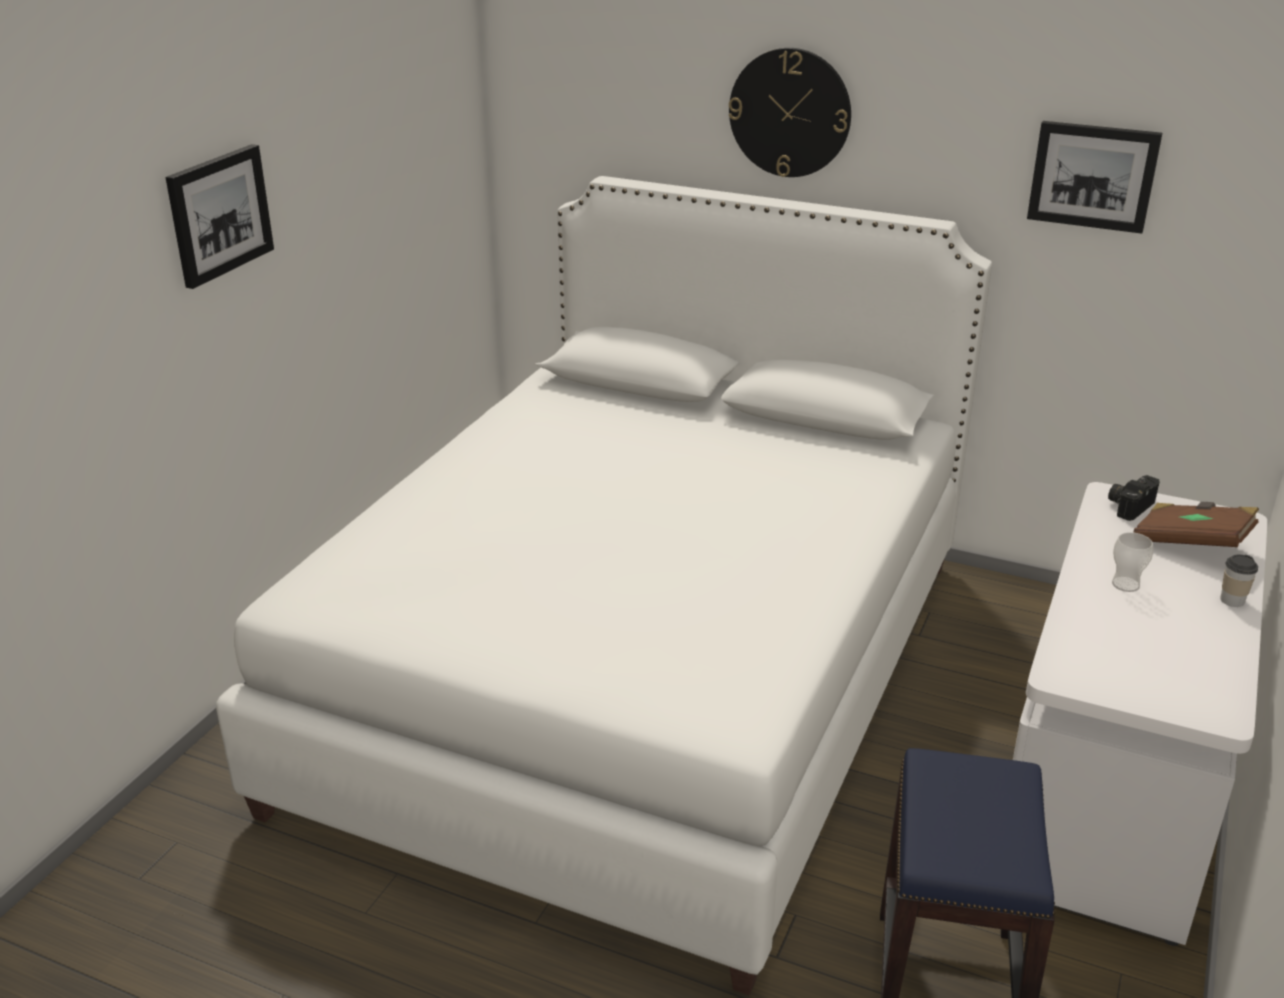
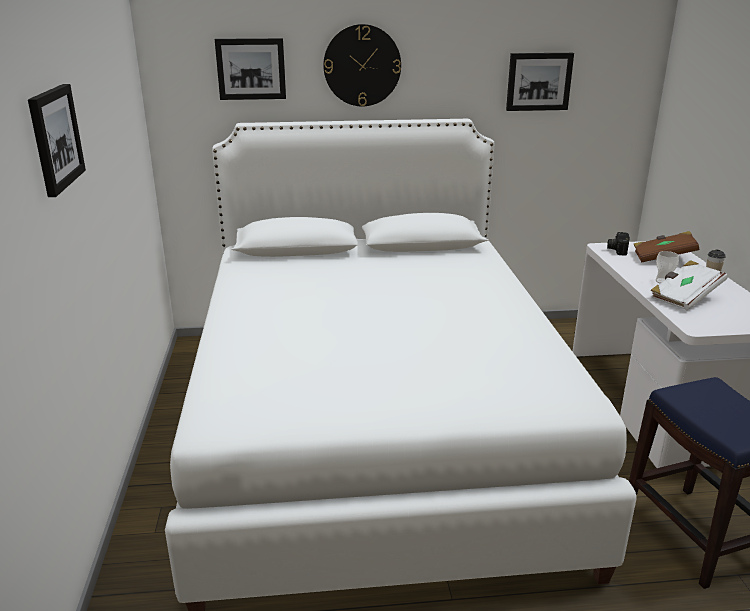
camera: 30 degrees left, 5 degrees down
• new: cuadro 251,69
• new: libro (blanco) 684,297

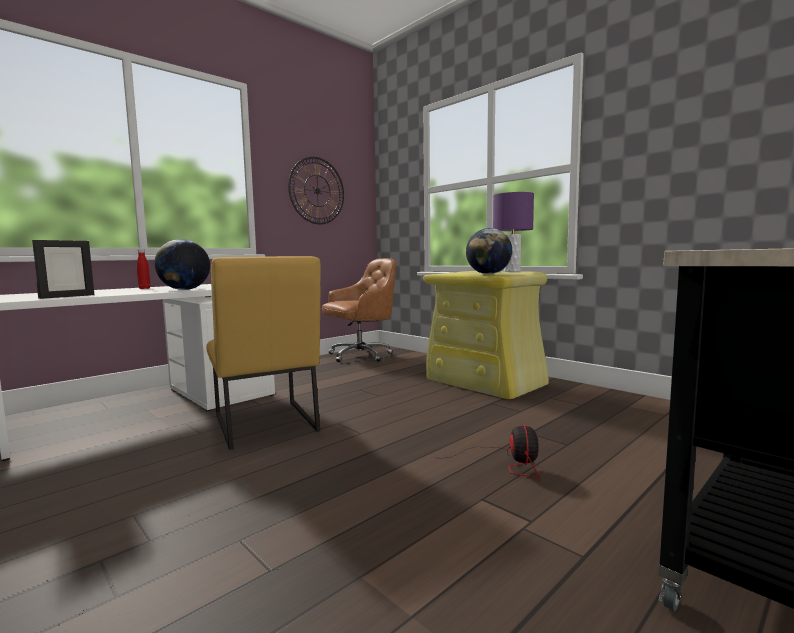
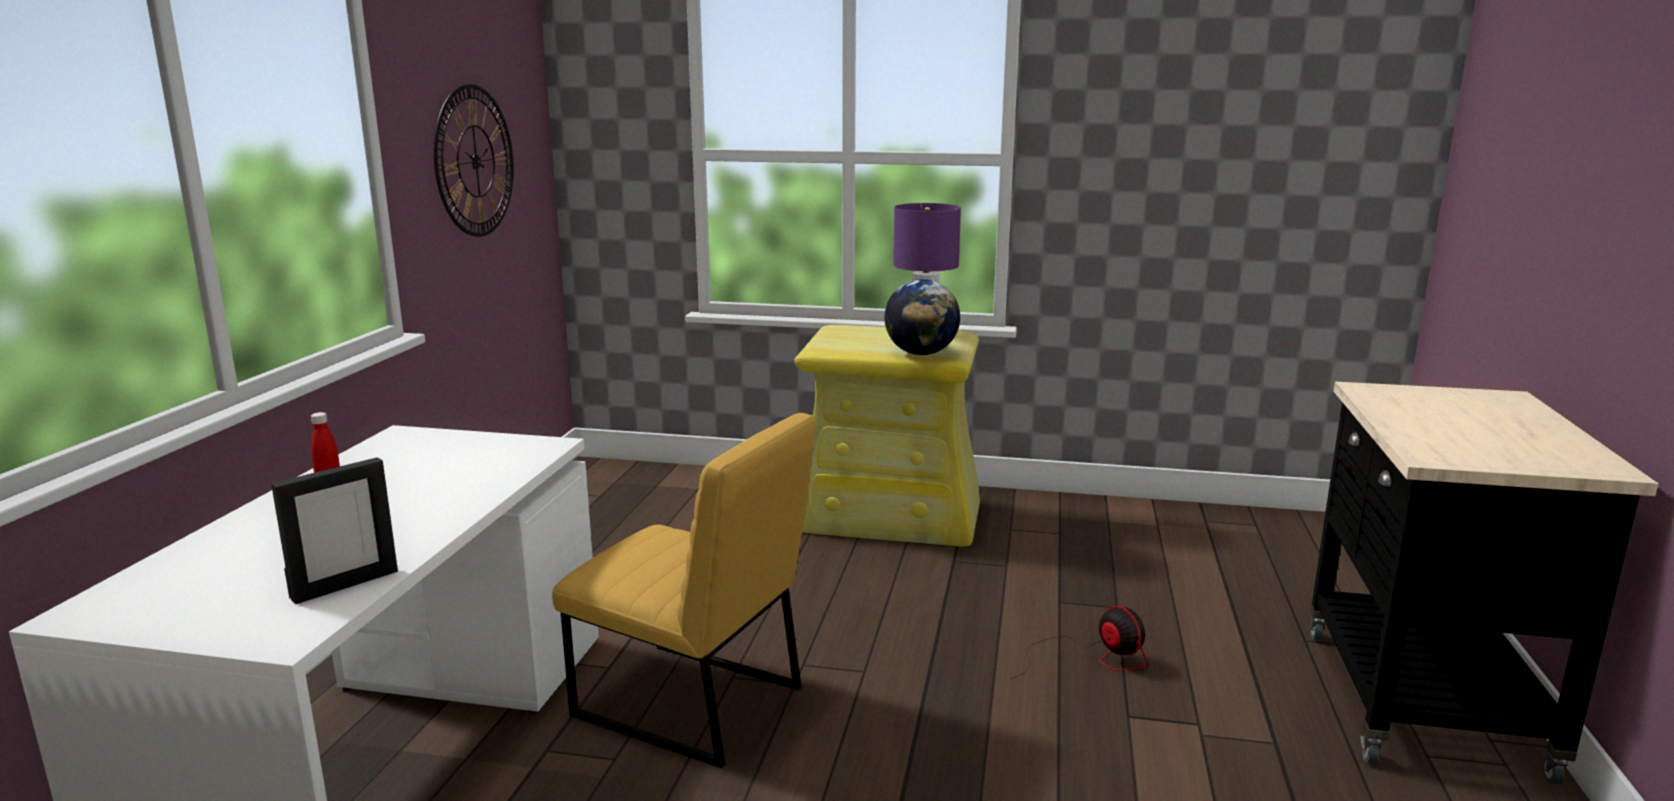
camera: 35 degrees left, 10 degrees up
• rotated: portarretratos 67,296 = 345,584 45 degrees clockwise
• gone: globo terráqueo 184,289
• gone: silla de oficina (marrón) 360,355

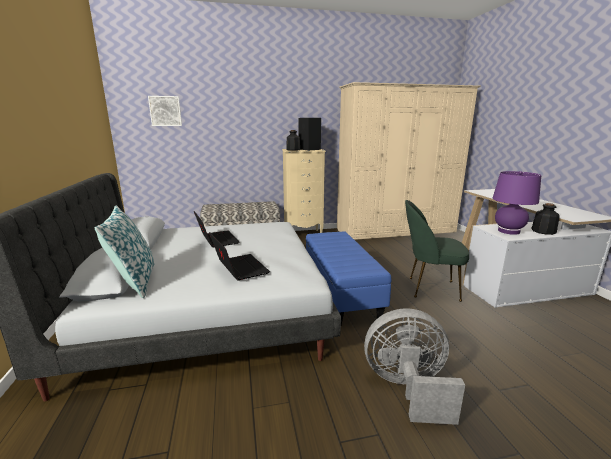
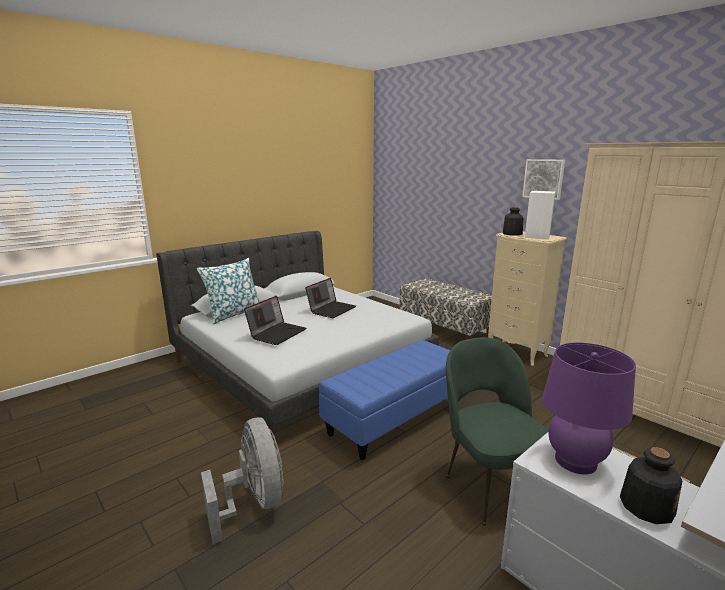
camera: 60 degrees right, 0 degrees up
• shifted: cuadro 165,111 to 544,179
• repainted: altavoz (negro) 309,149 to altavoz (blanco) 537,236

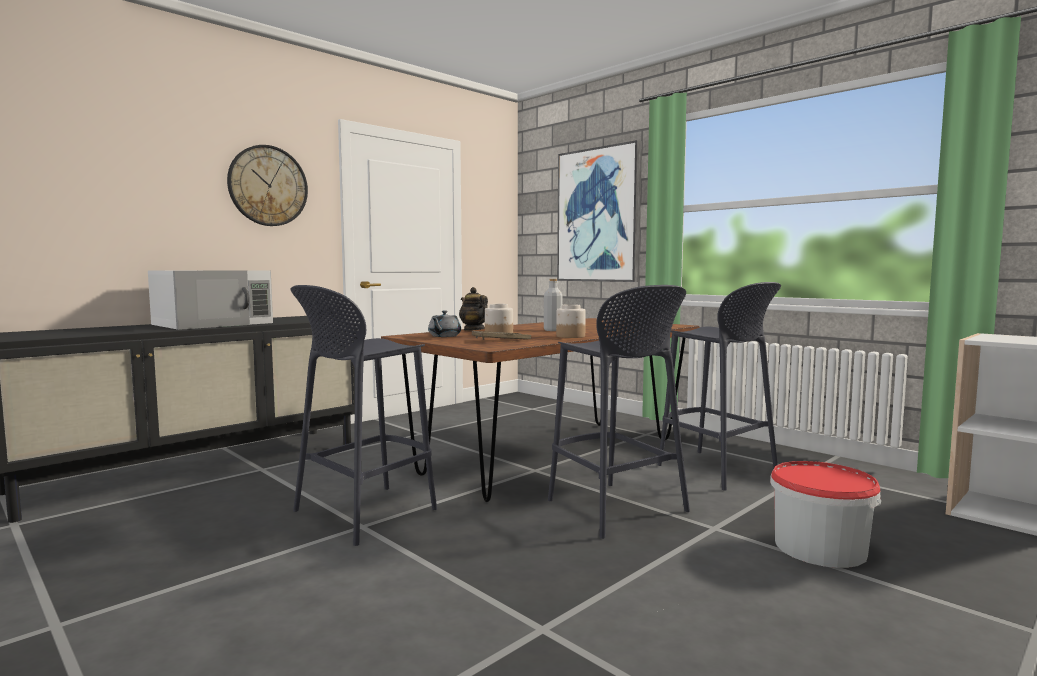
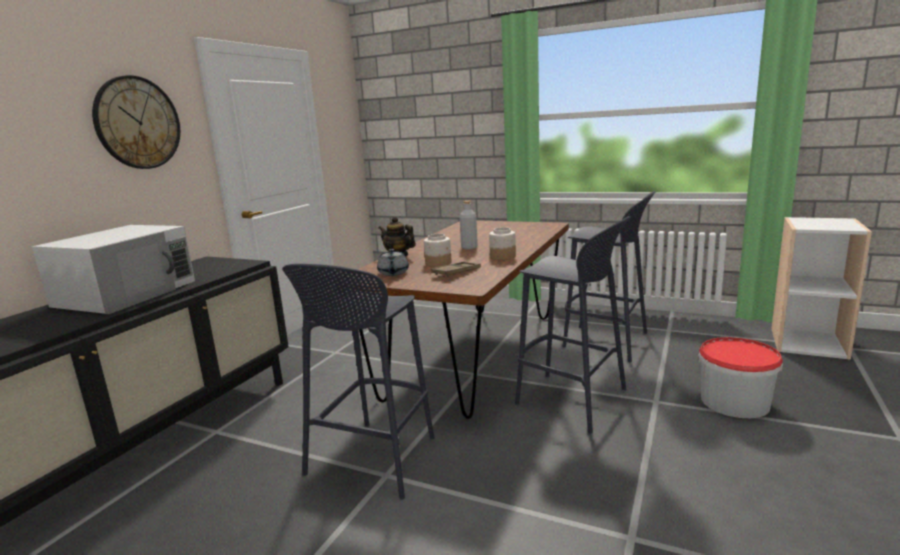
camera: 20 degrees left, 10 degrees up
• gone: cuadro 599,215

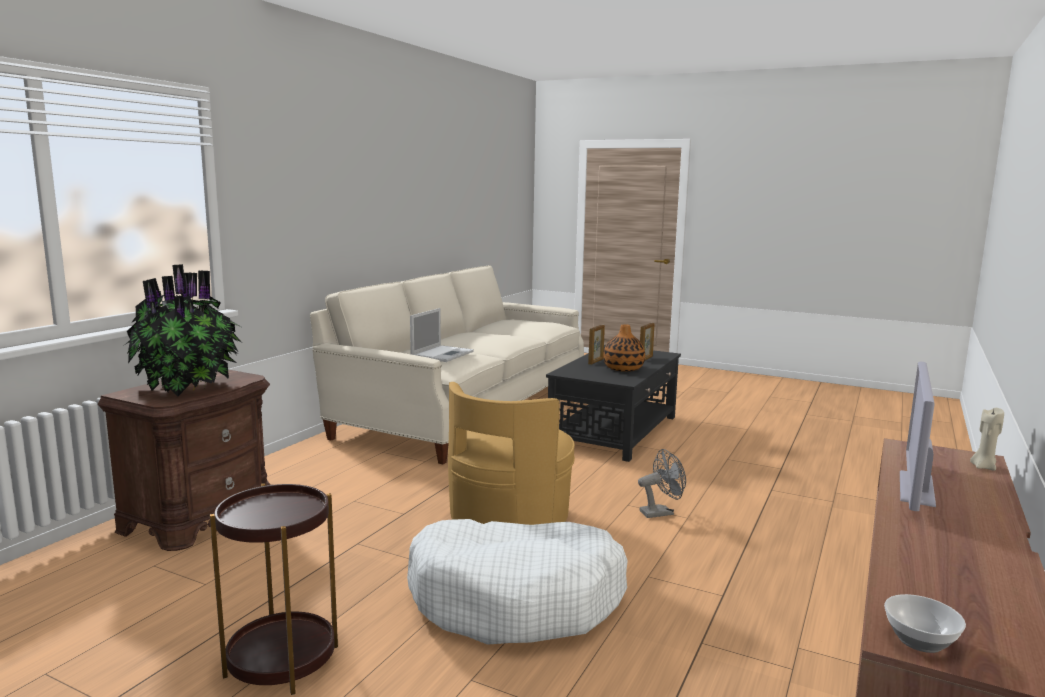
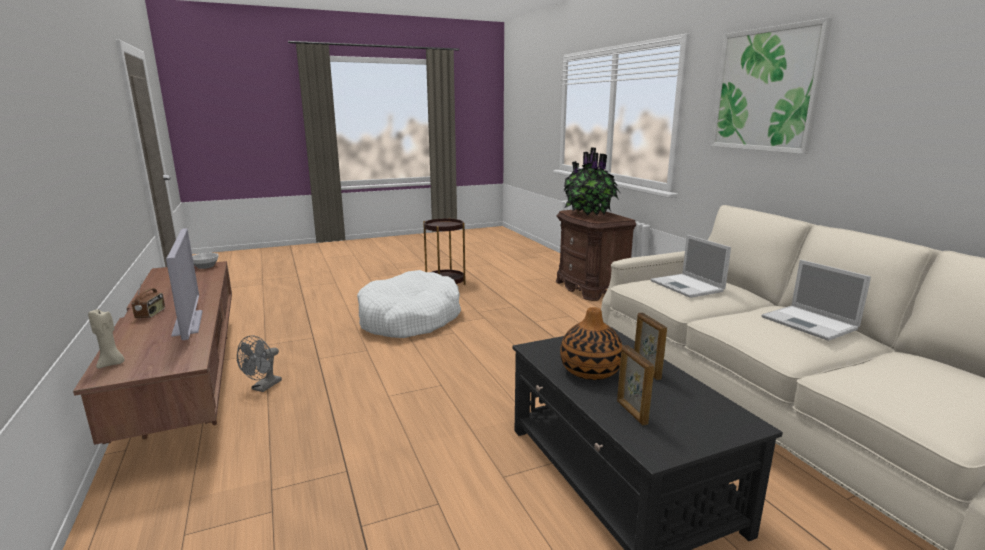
camera: 130 degrees right, 5 degrees up
• gone: sillón (beis) 509,518
• shifted: ventilador (gris) 661,512 to 263,387
• new: radio 151,314
• new: cuadro 765,90
• new: portátil 810,323

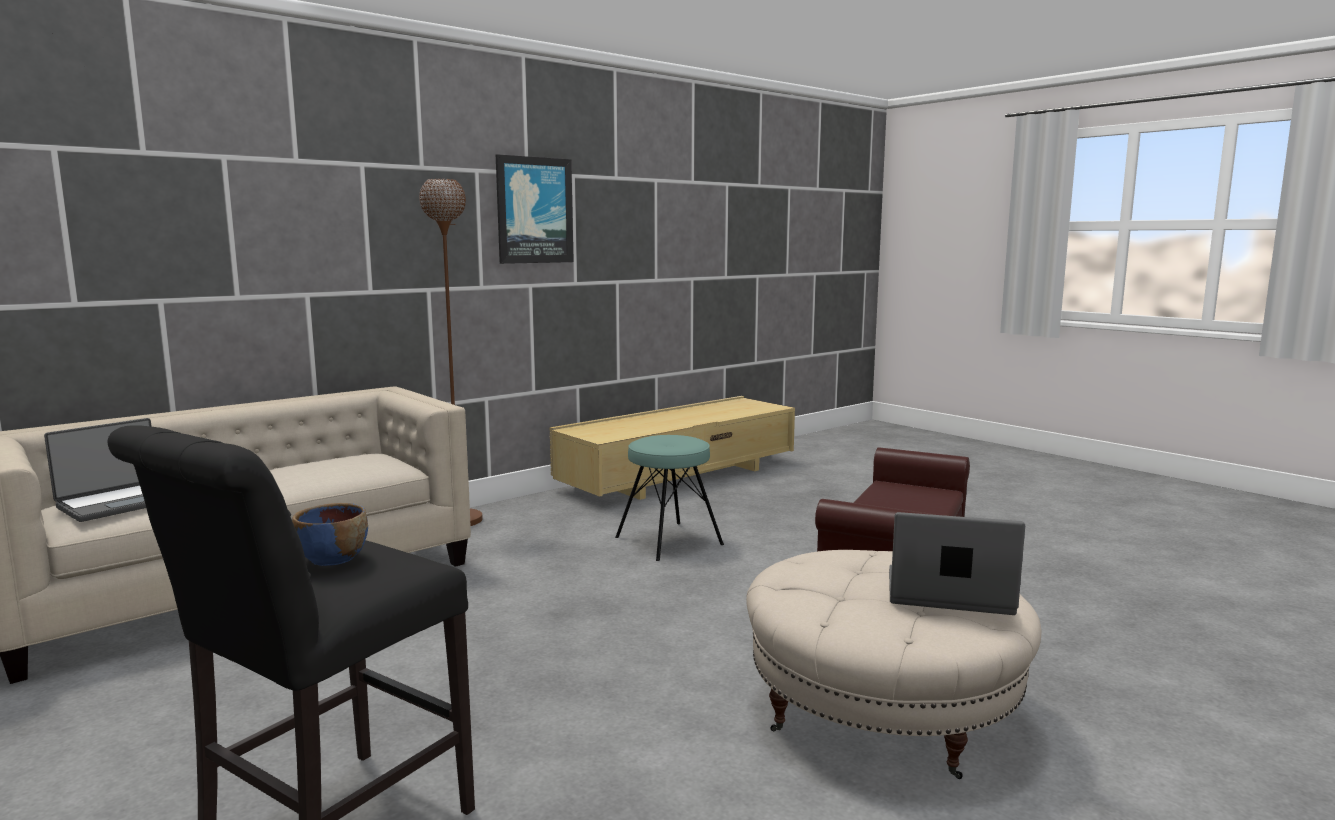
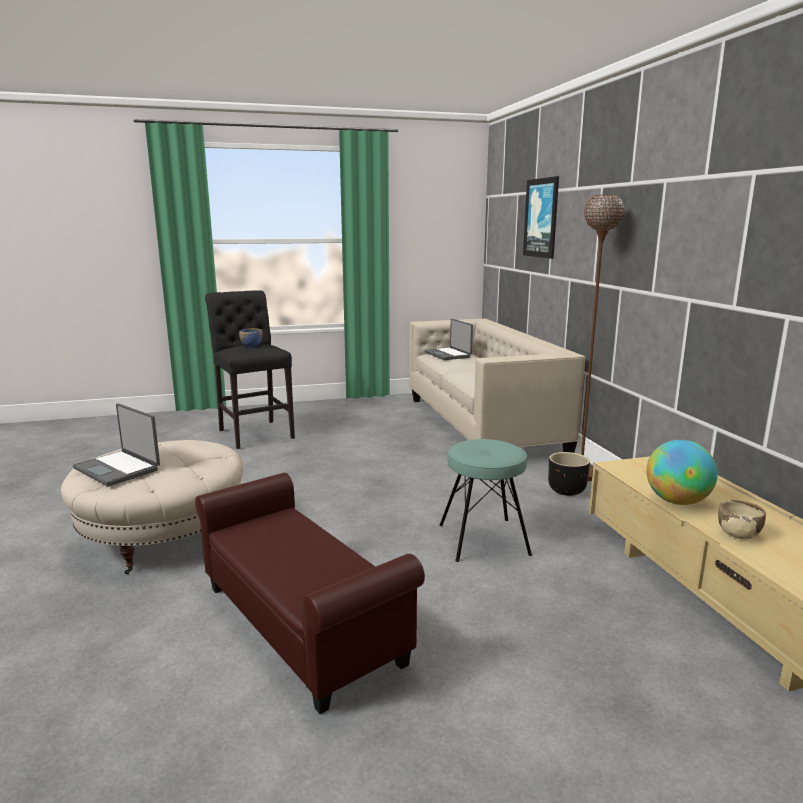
camera: 115 degrees right, 5 degrees up
• shifted: cuadro 534,210 to 541,218
• rotated: portátil 949,594 = 118,469 90 degrees clockwise
• new: maceta (negro) 567,491
• new: globo terráqueo 677,501
• new: cuenco (beis) 738,533

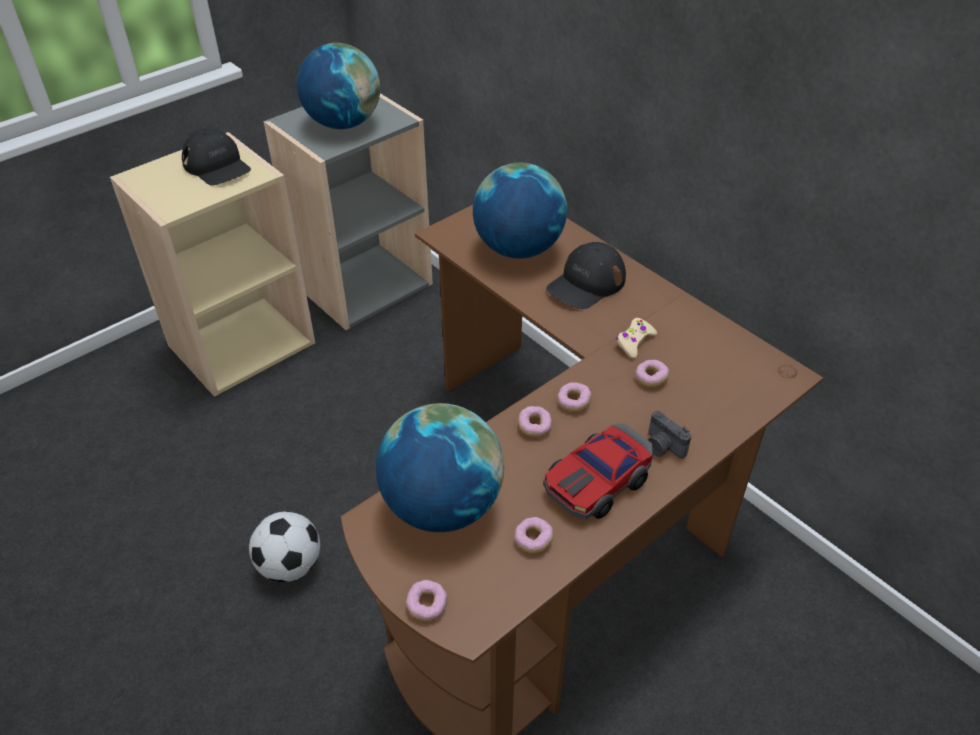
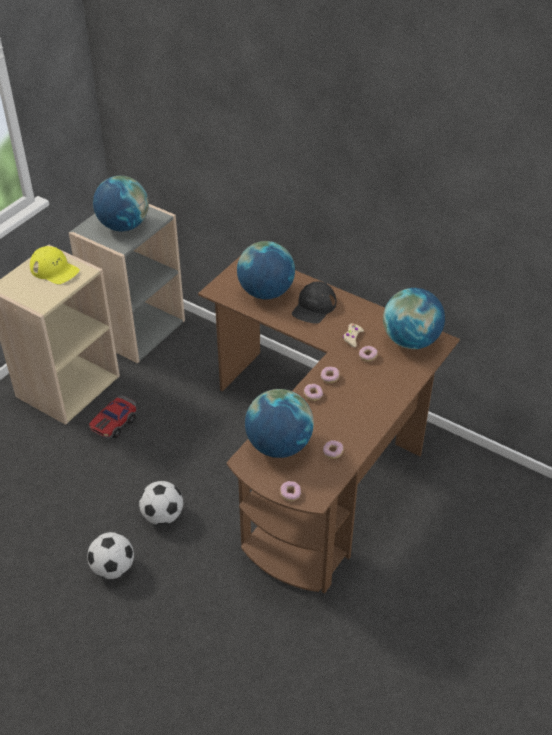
camera: 15 degrees left, 0 degrees up
• repainted: gorra (negro) 217,166 to gorra (amarillo) 54,270
• shifted: coche de juguete 598,482 to 114,423
• gone: cámara 662,447
• new: balón de fútbol 113,568
• new: globo terráqueo 410,341

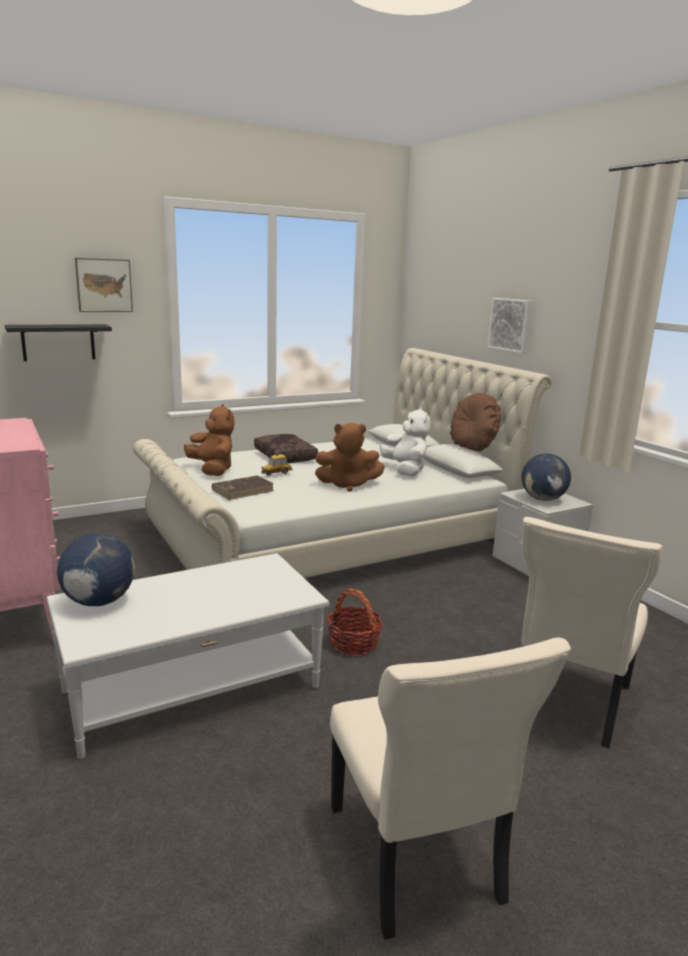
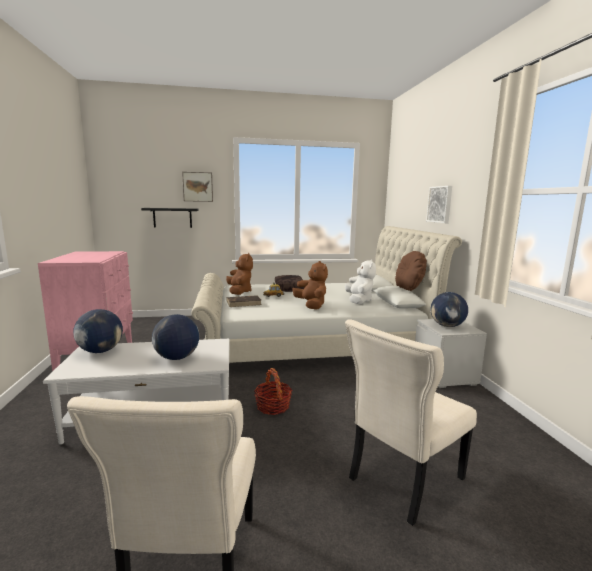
camera: 20 degrees right, 5 degrees down
• rotated: peluche (marrón) 348,485 = 311,305 135 degrees counterclockwise
• new: globo terráqueo 177,358

